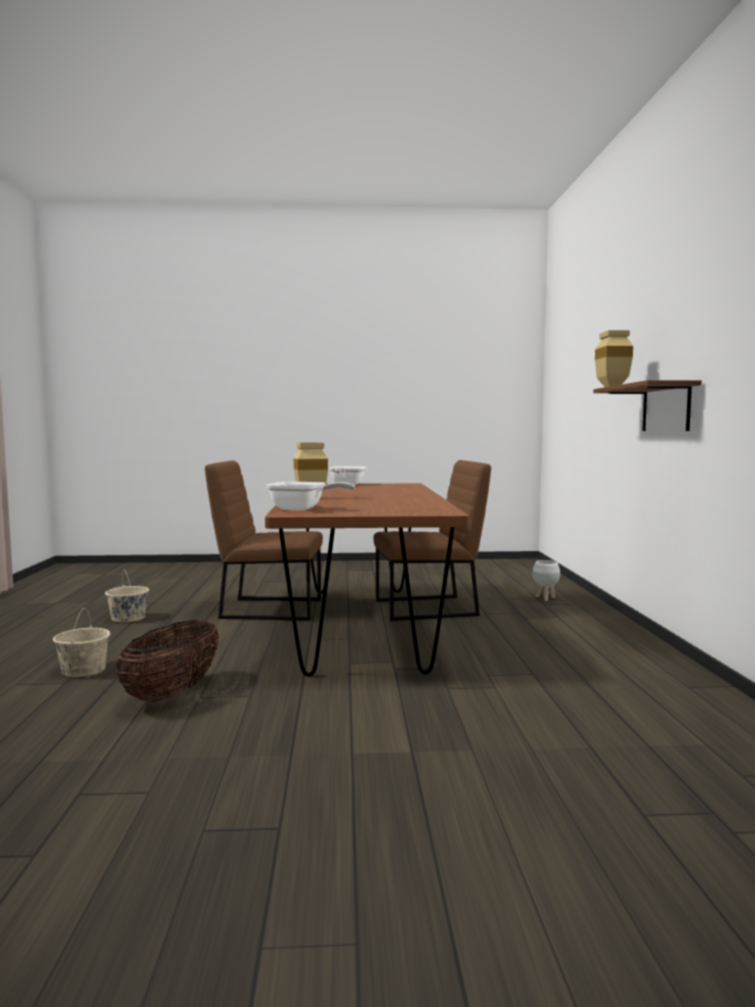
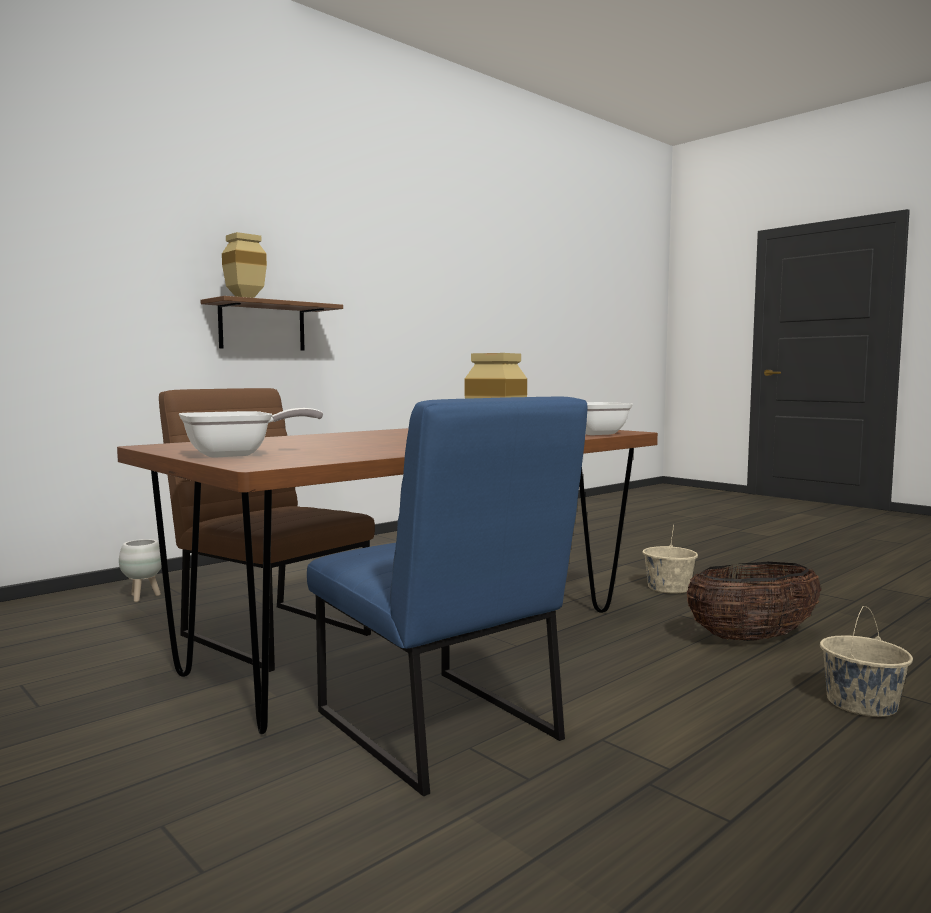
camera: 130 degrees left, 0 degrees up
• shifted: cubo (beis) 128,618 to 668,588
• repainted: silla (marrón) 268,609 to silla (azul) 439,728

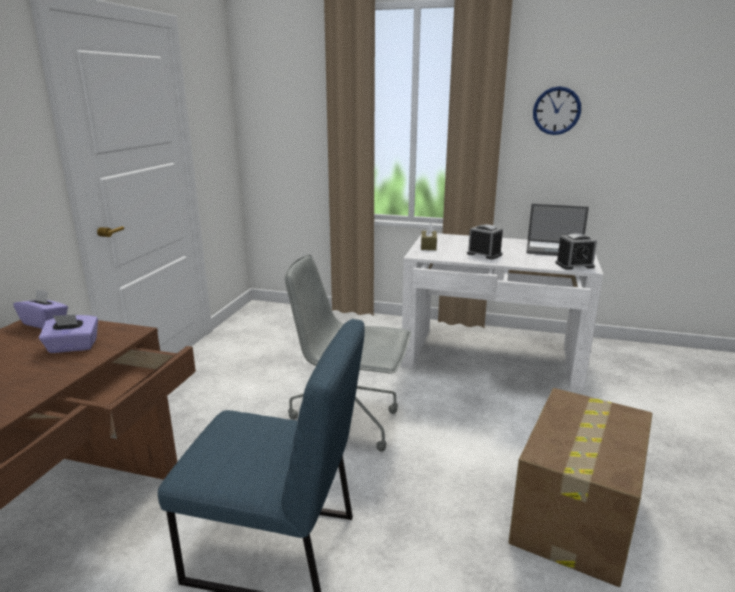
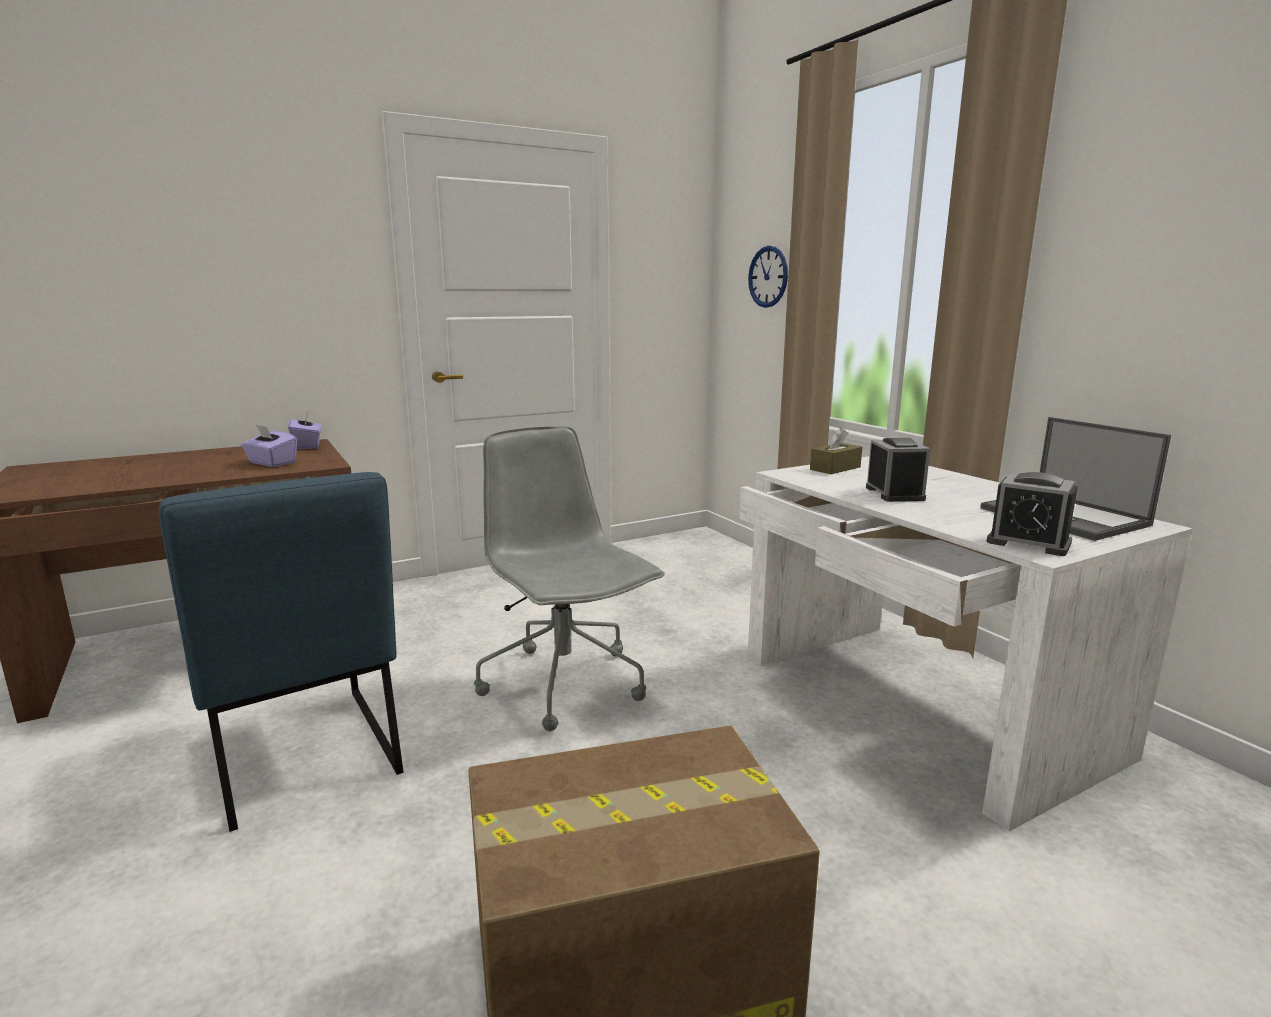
camera: 45 degrees right, 5 degrees down
• shifted: reloj de pared 556,111 to 768,277

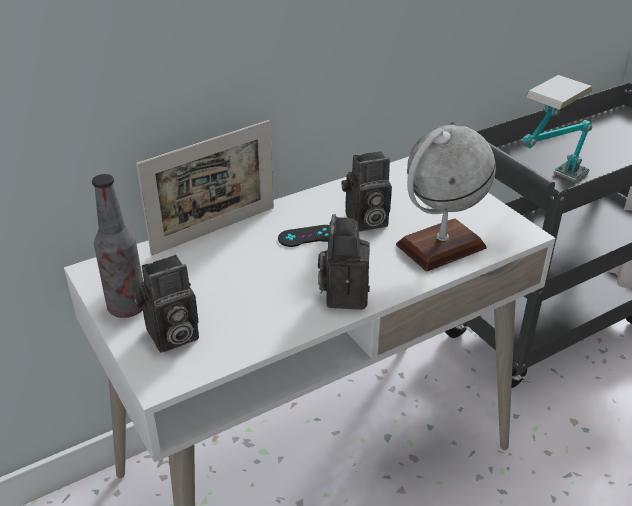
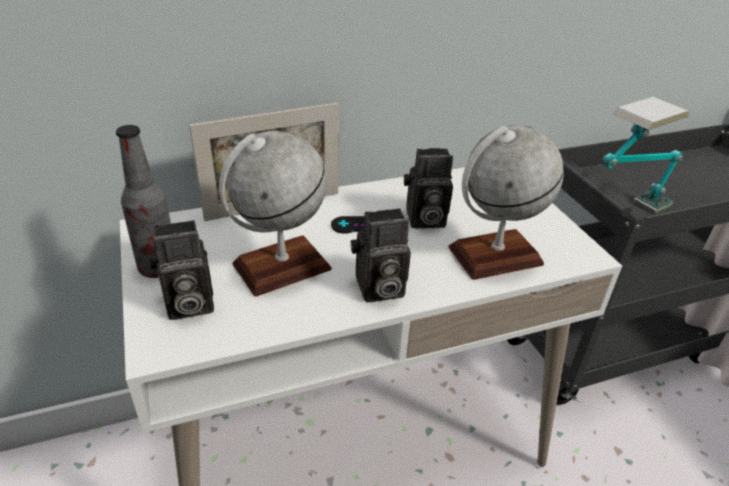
camera: 10 degrees right, 0 degrees up
• rotated: cámara 343,294 = 378,289 120 degrees counterclockwise
• new: globo terráqueo 281,267

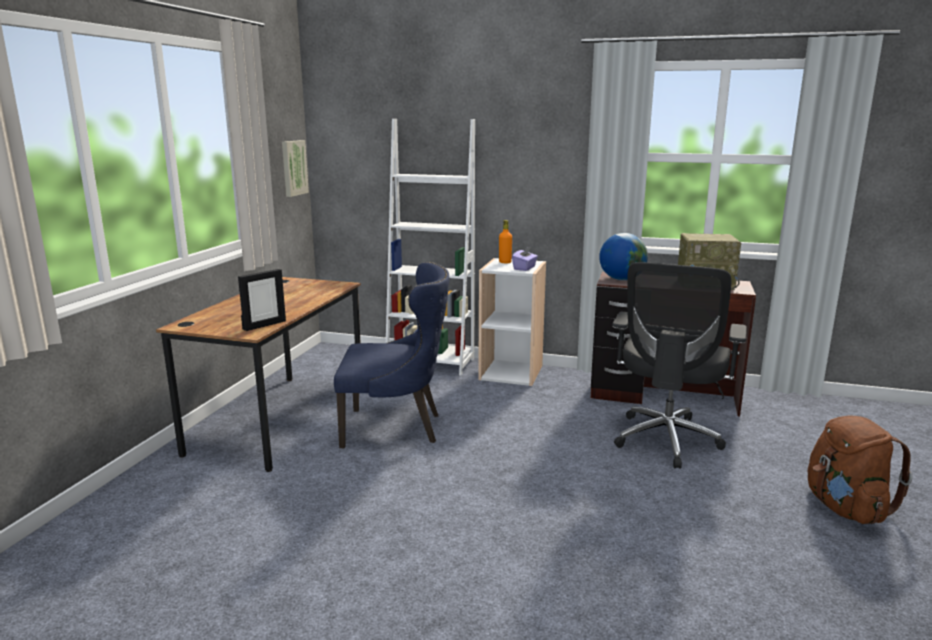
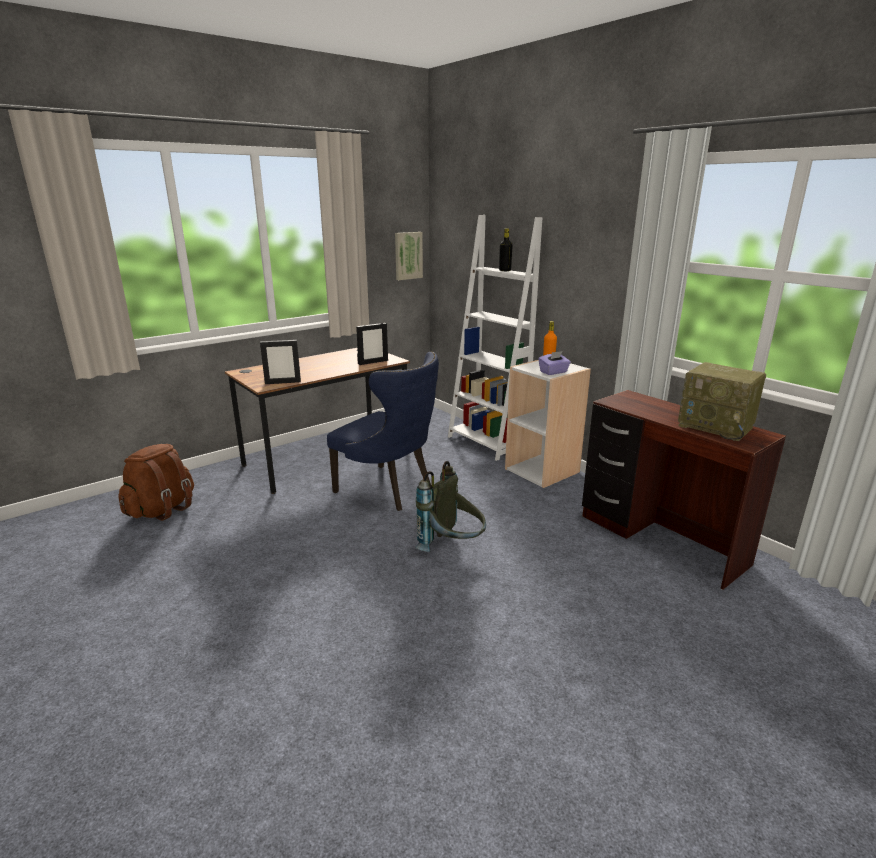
camera: 35 degrees right, 5 degrees up
• gone: globo terráqueo 621,279
• gone: silla de oficina 666,438
• shifted: mochila (marrón) 845,508 to 162,510
• new: portarretratos 373,362
• new: mochila (gris) 452,548
• new: botella (negro) 505,270

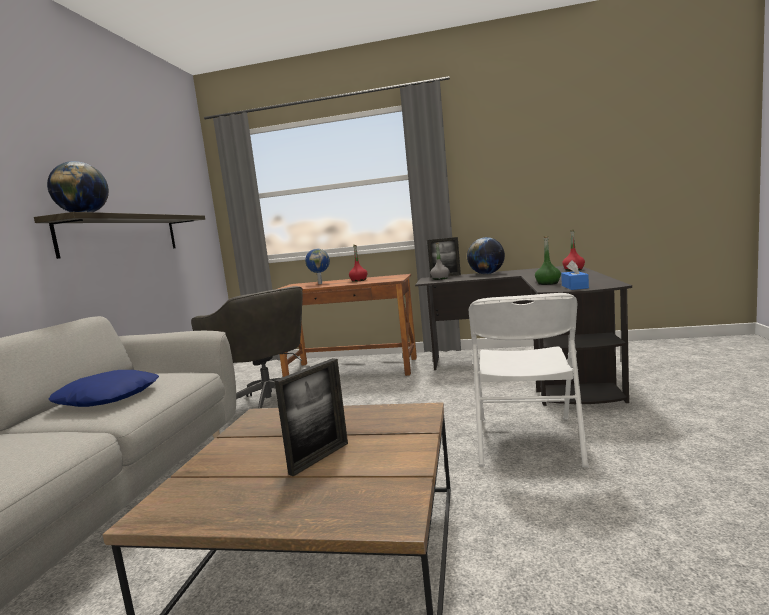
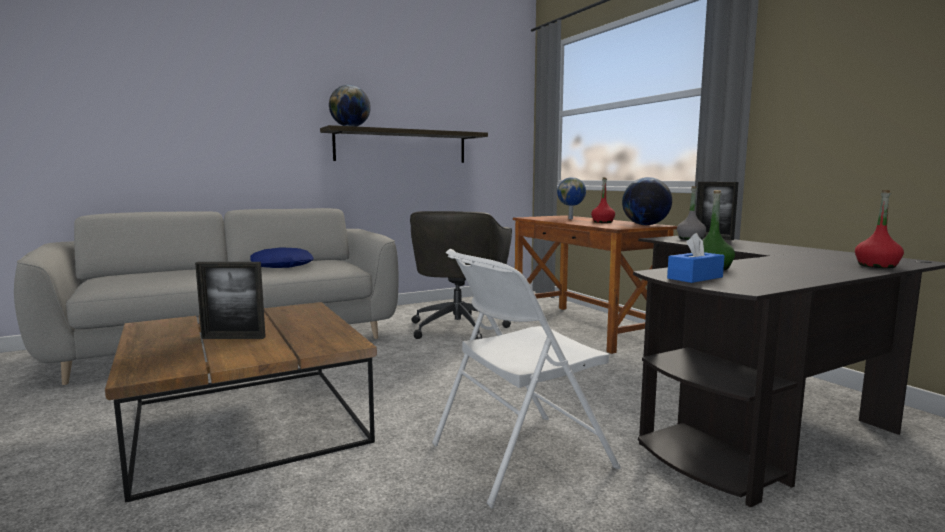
camera: 50 degrees right, 0 degrees up
• shifted: globo terráqueo 487,274 to 645,225

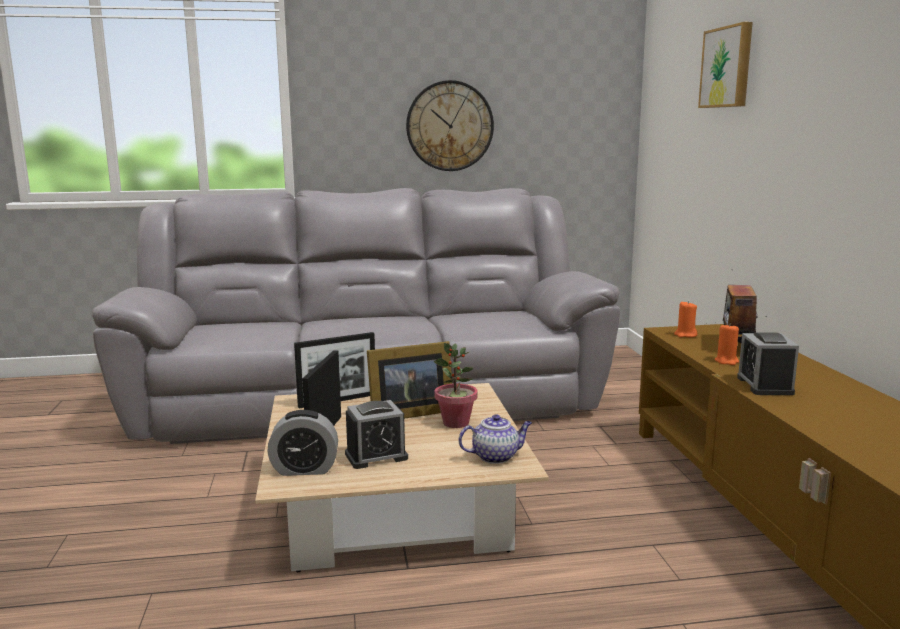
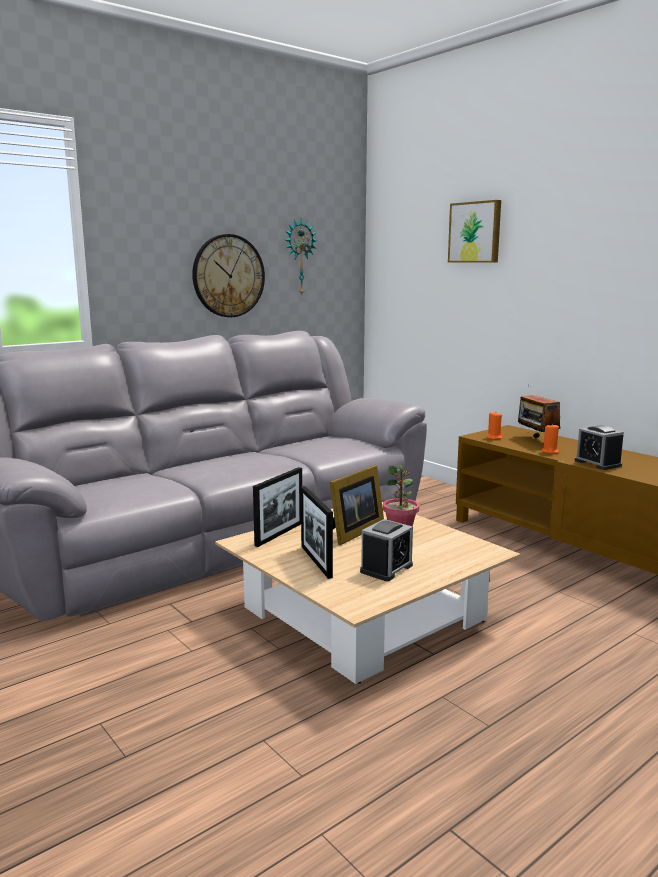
camera: 30 degrees left, 0 degrees up
• gone: despertador 304,469
• gone: tetera 496,456
• new: reloj de pared 299,257

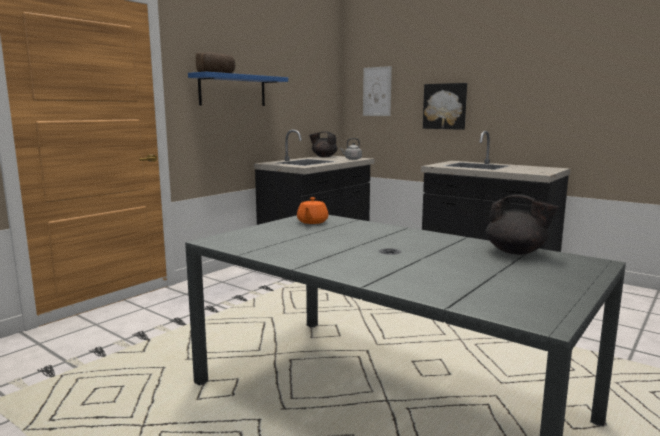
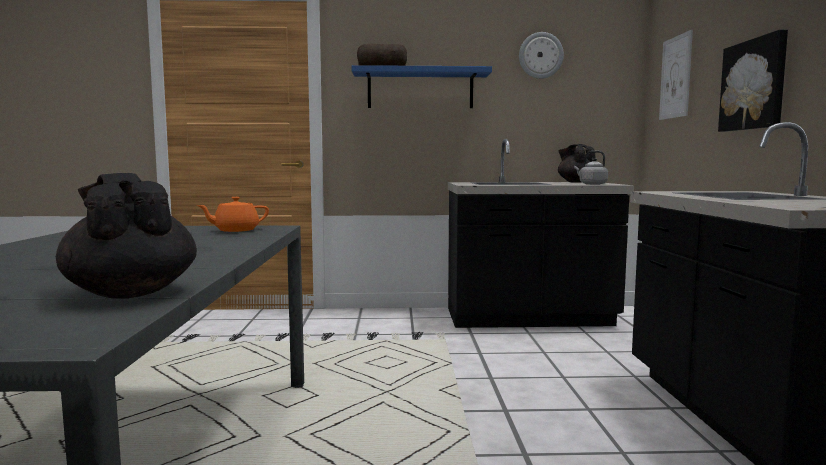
camera: 50 degrees right, 5 degrees down
• rotated: tetera (negro) 516,252 = 131,293 150 degrees clockwise
• new: reloj de pared 540,55

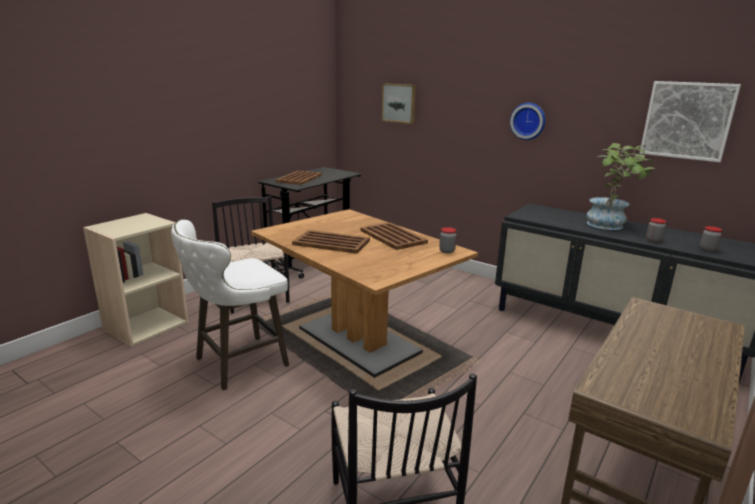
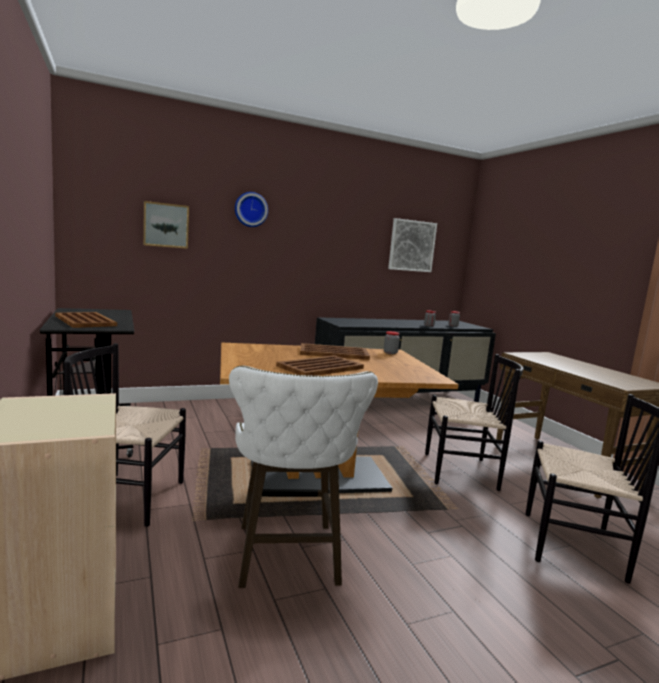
camera: 60 degrees left, 10 degrees down
• shifted: reloj de pared 528,121 to 250,209
• gone: planta en maceta 610,225
• new: silla (negro) 464,472

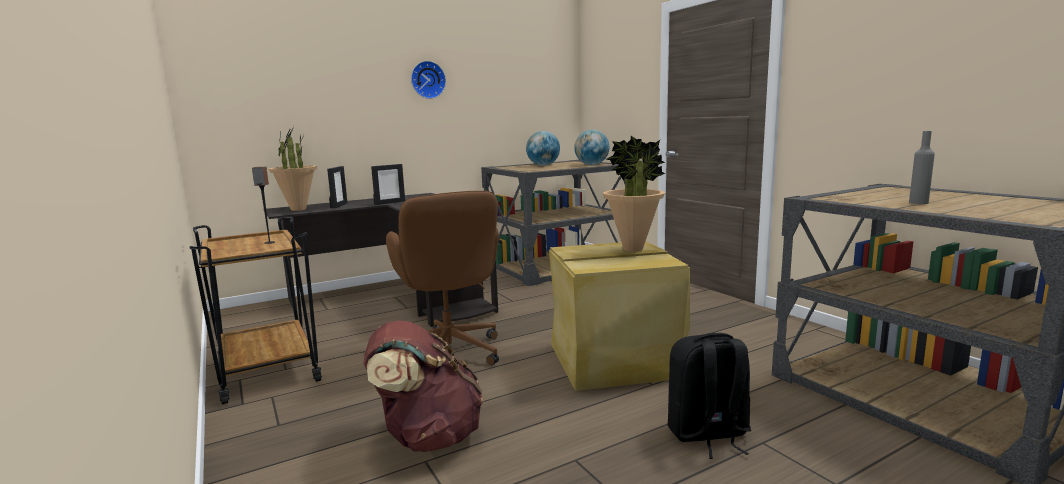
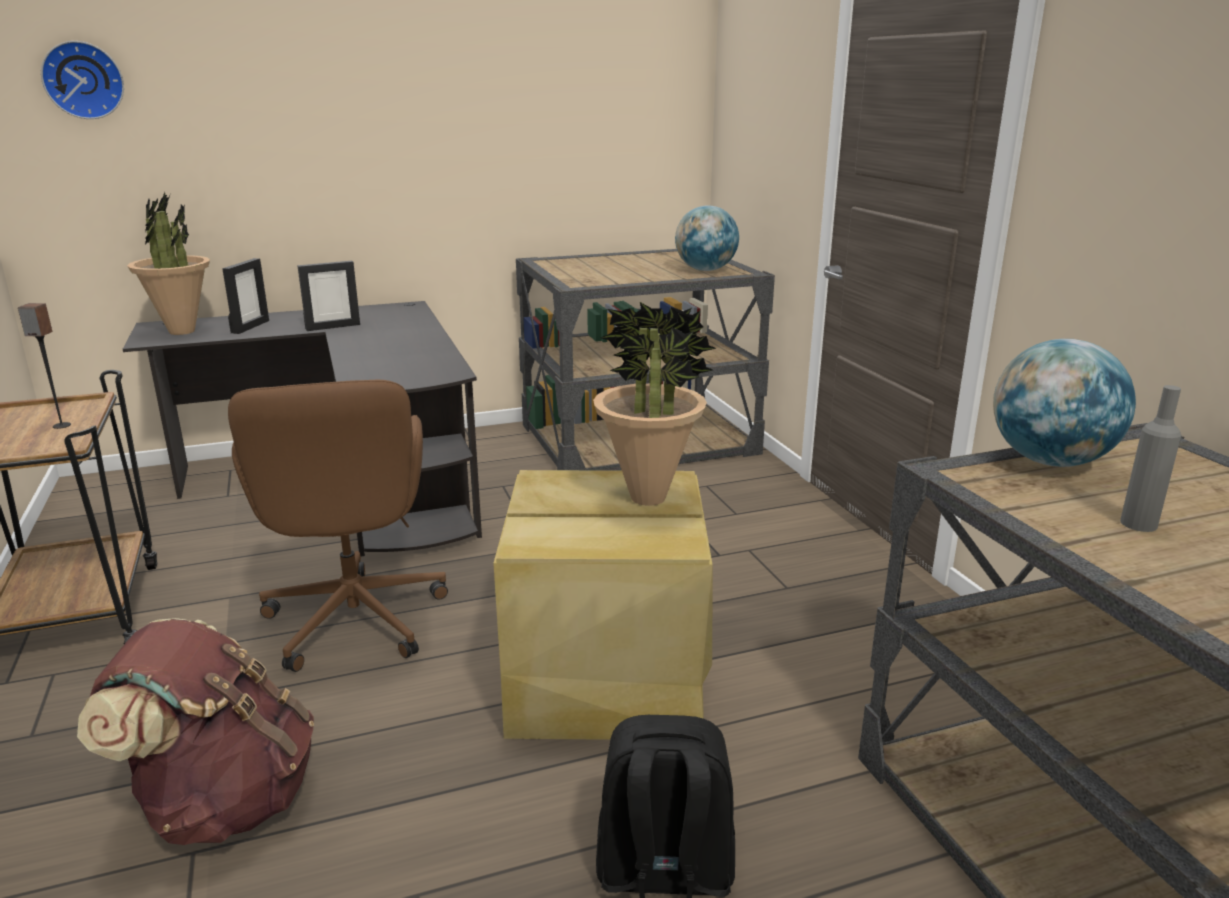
camera: 10 degrees right, 10 degrees up
• shifted: reloj de pared 427,80 to 84,80
• shifted: globo terráqueo 543,165 to 1050,461

